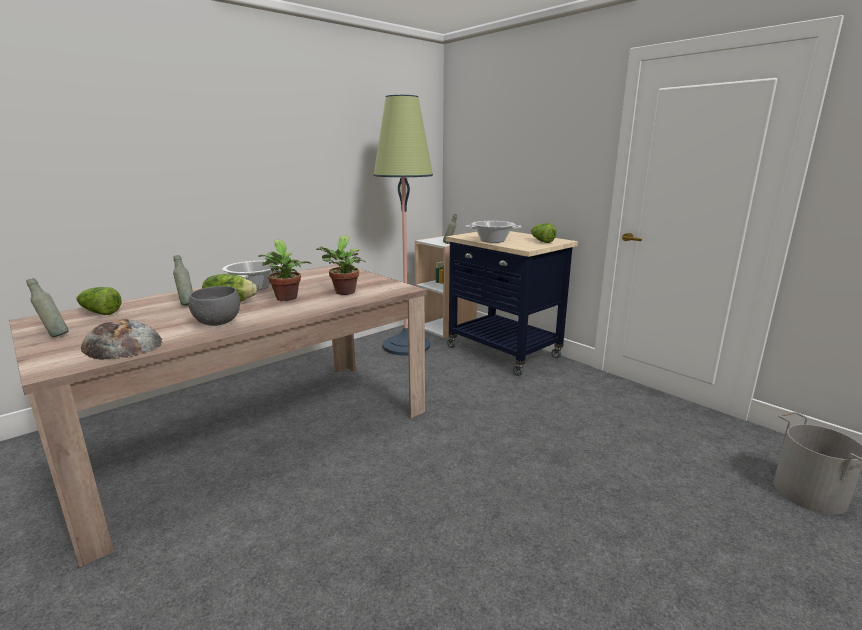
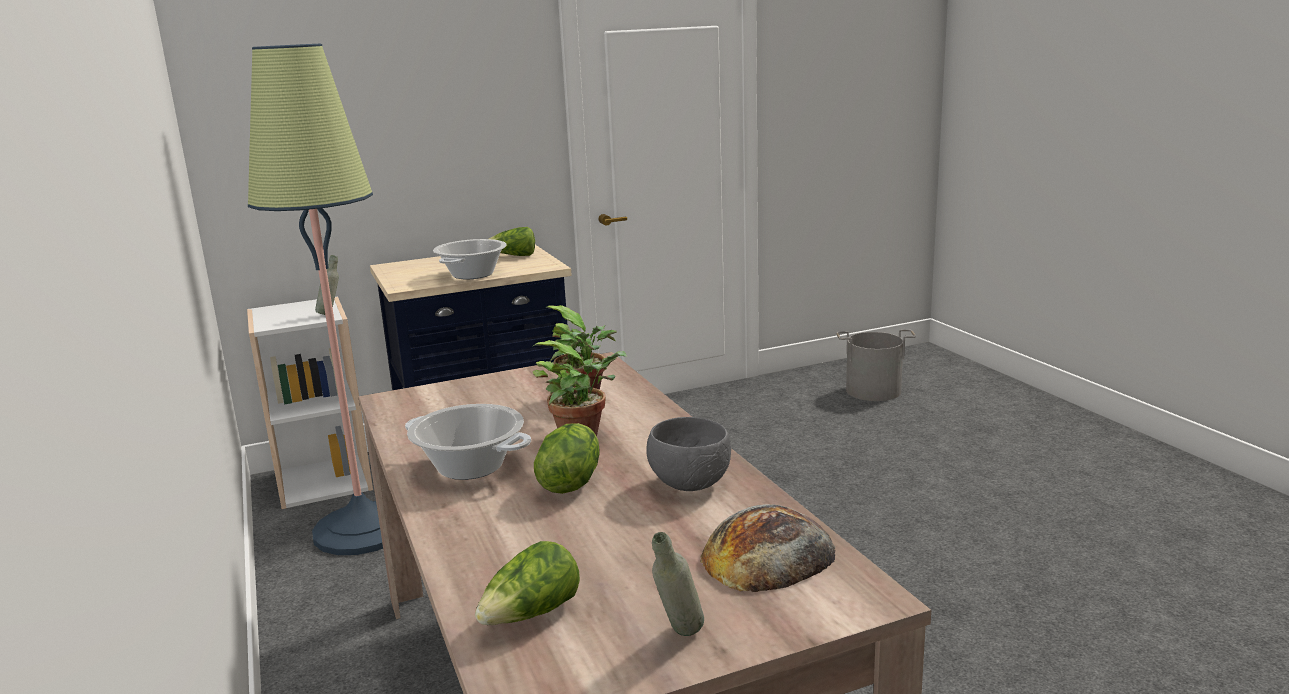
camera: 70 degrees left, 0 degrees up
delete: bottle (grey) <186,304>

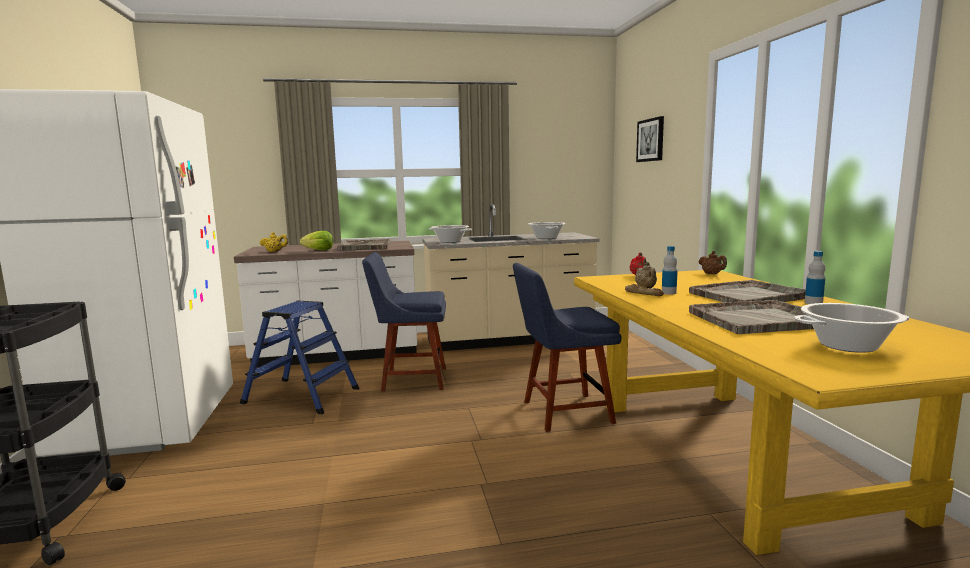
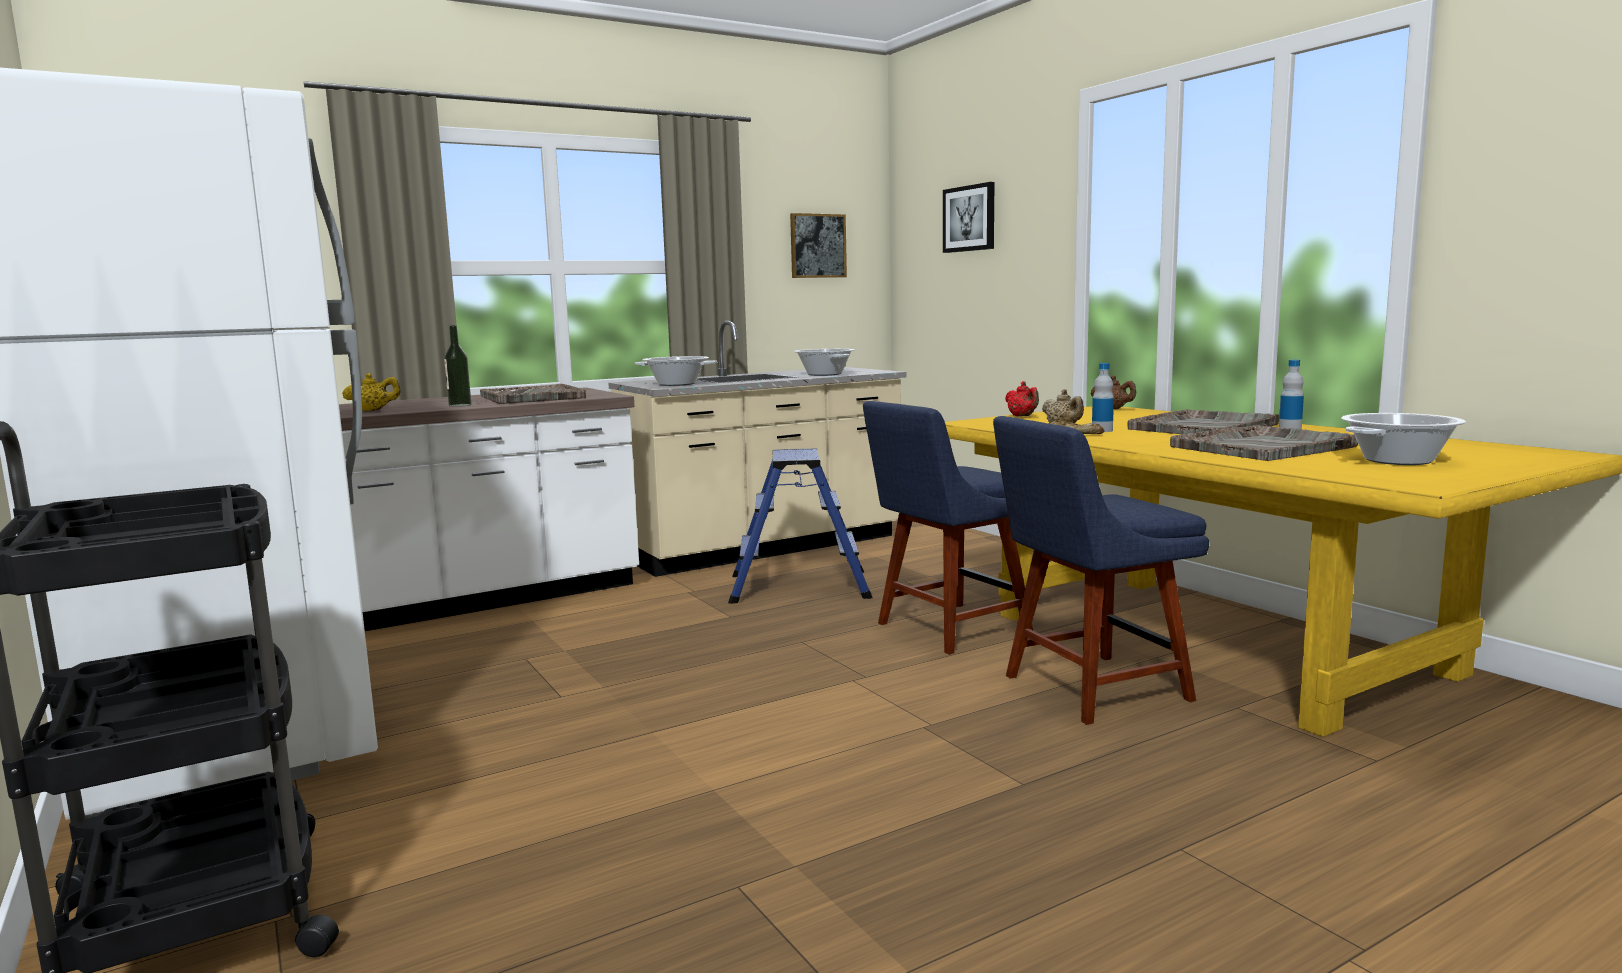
camera: 20 degrees left, 0 degrees up
insert: picture <817,246>
move: step ladder (blue) <301,395> to <799,586>; chair (blue) <410,379> to <1089,689>
replace: lettuce <319,250> to bottle <460,405>

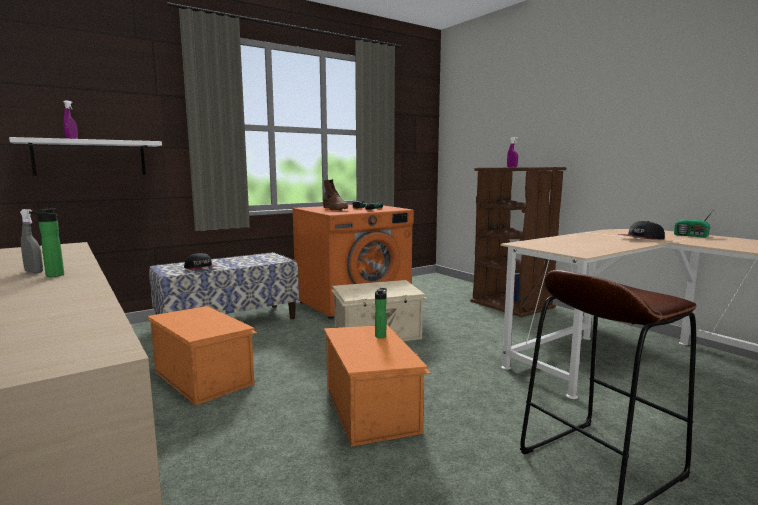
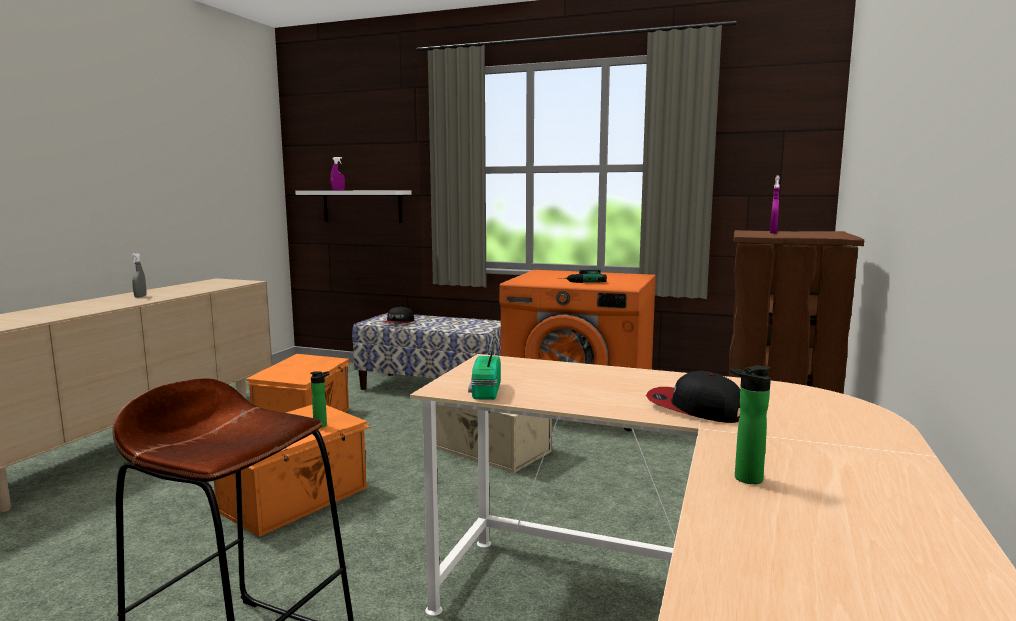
camera: 55 degrees right, 0 degrees up
delete: boot (brown) <335,209>
move: radio <692,236> to <485,391>; bottle <52,276> to <744,479>

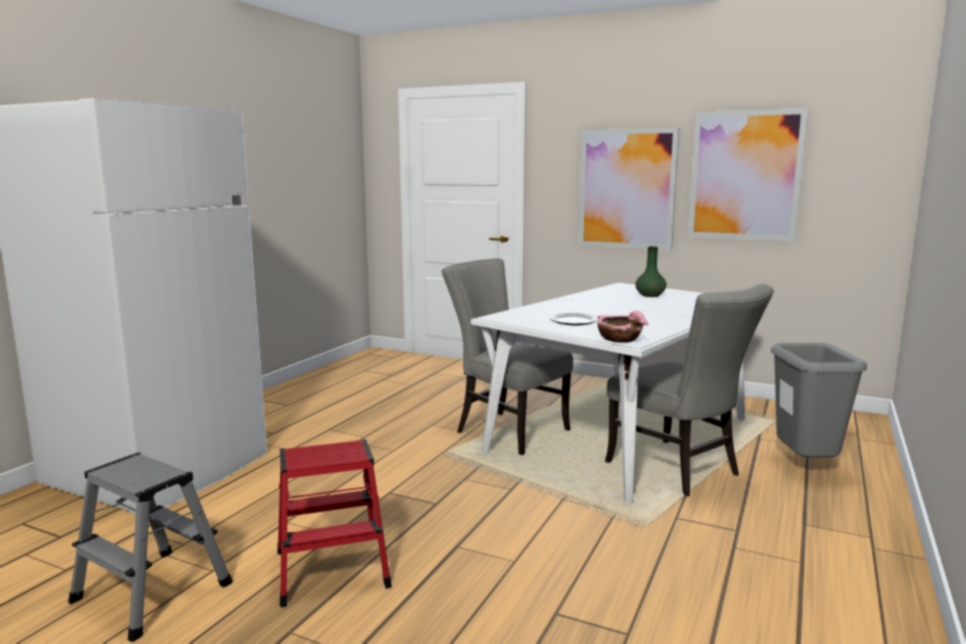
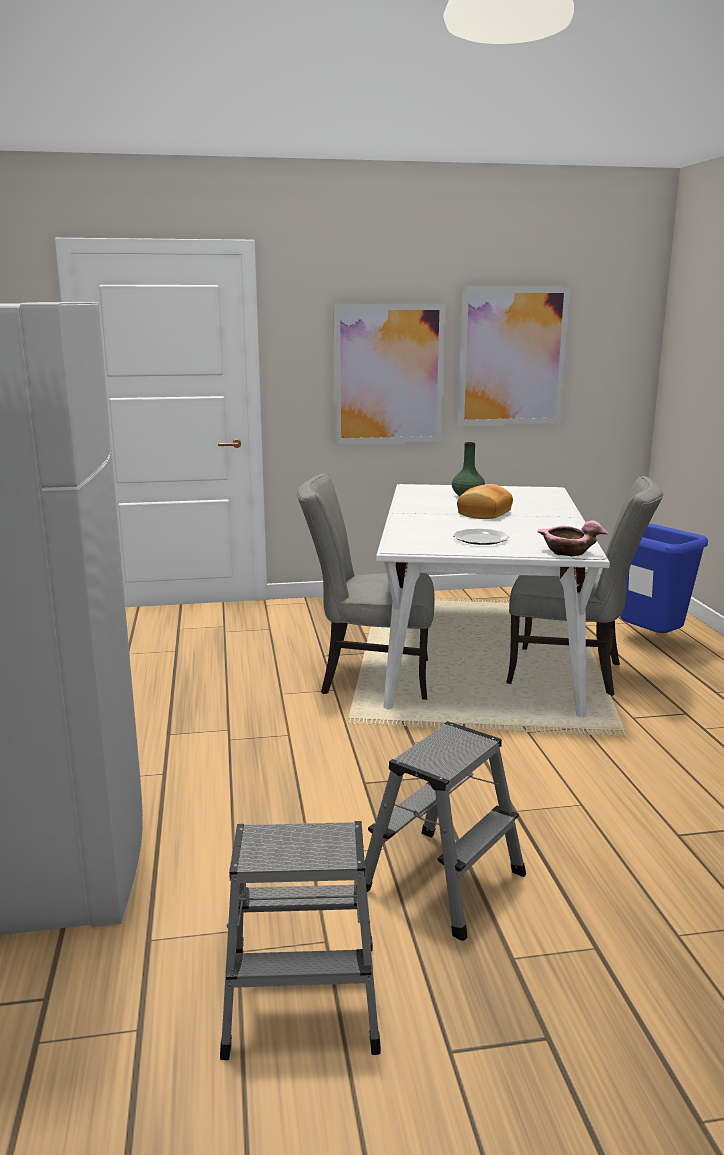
camera: 35 degrees left, 5 degrees up
insert: bread <483,513>
recolor: step ladder (red) <332,567> to step ladder (grey) <442,880>; trash can (grey) <805,466> to trash can (blue) <650,642>

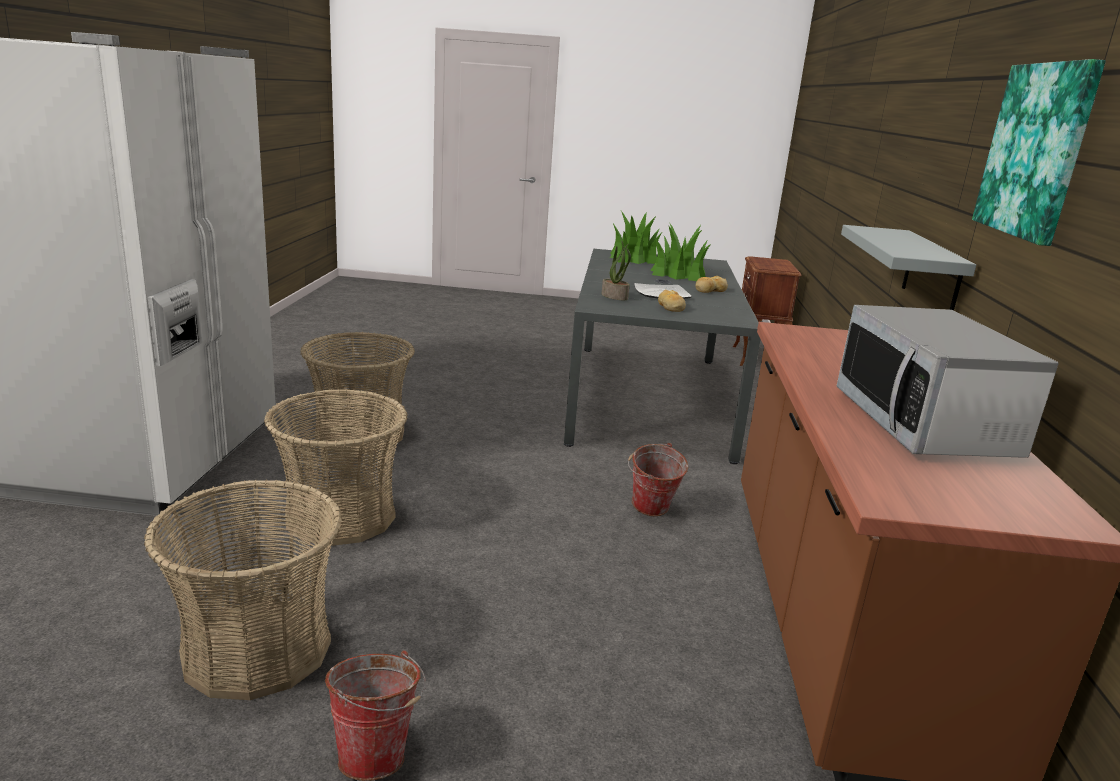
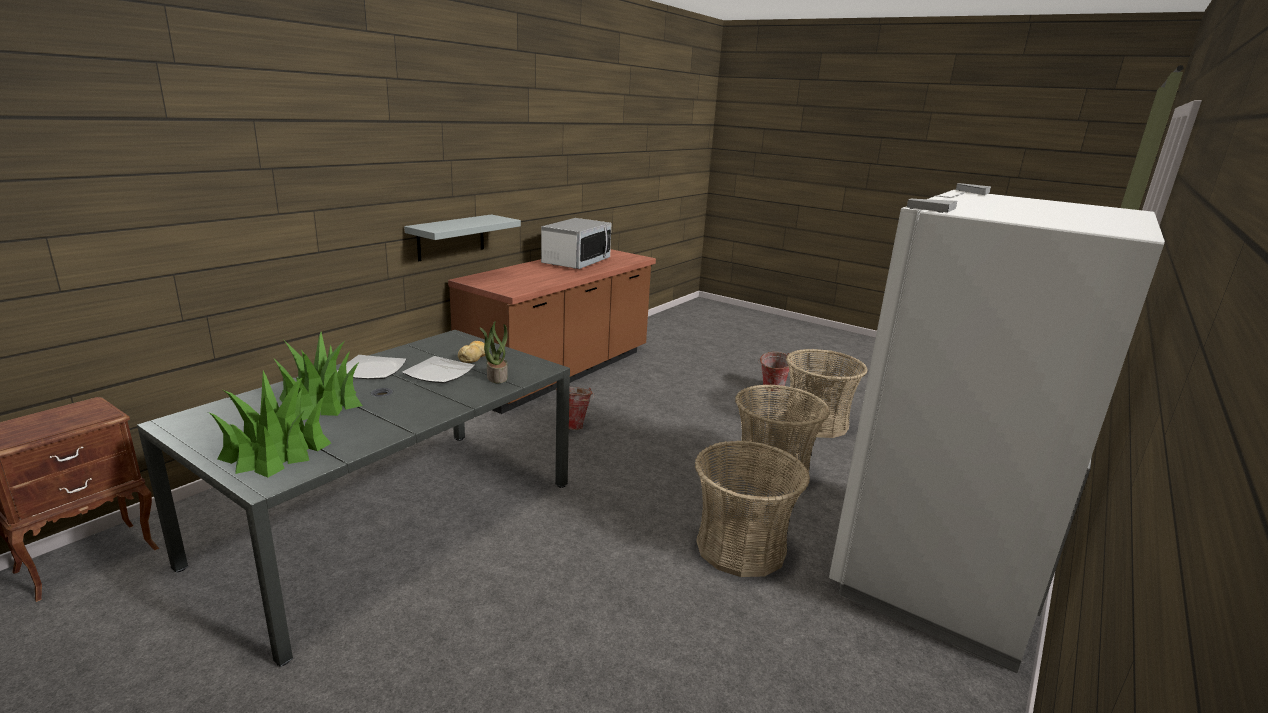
camera: 150 degrees left, 0 degrees up
delete: picture <1036,151>
replace: bread <709,290> to plate <371,370>

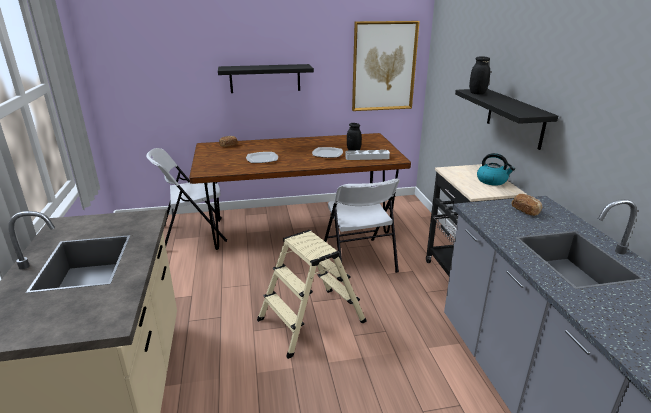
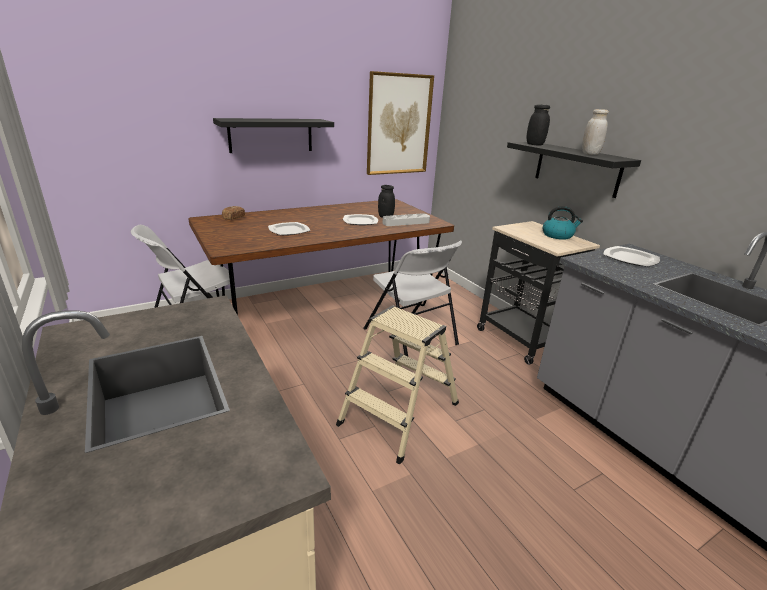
camera: 20 degrees left, 0 degrees up
insert: jar (white) <590,154>
replace: bread <526,211> to plate <631,258>

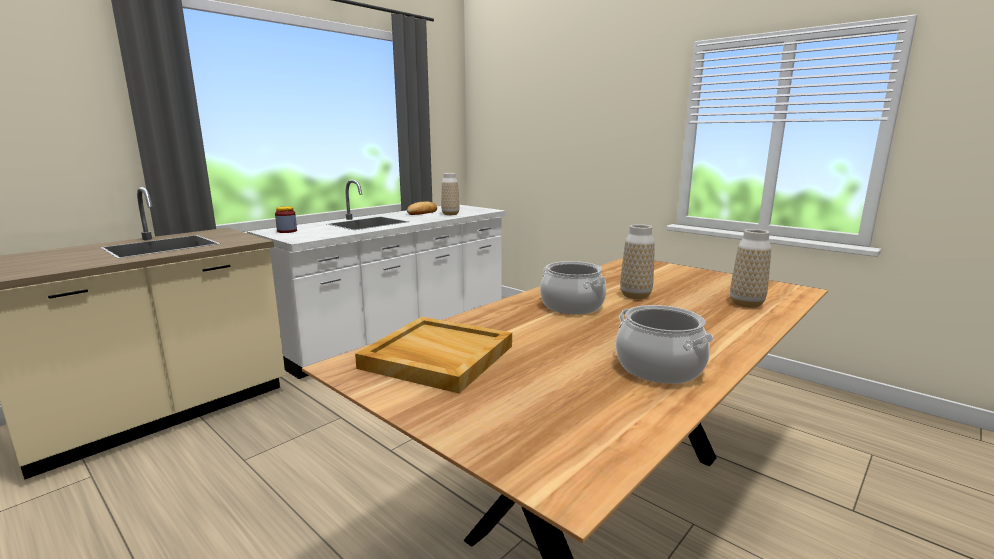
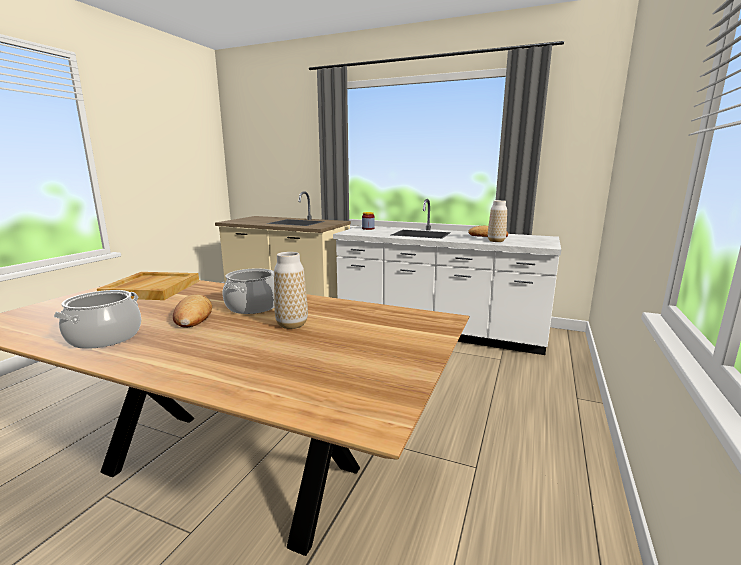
camera: 70 degrees right, 0 degrees up
delete: vase <746,304>
insert: bread <192,316>

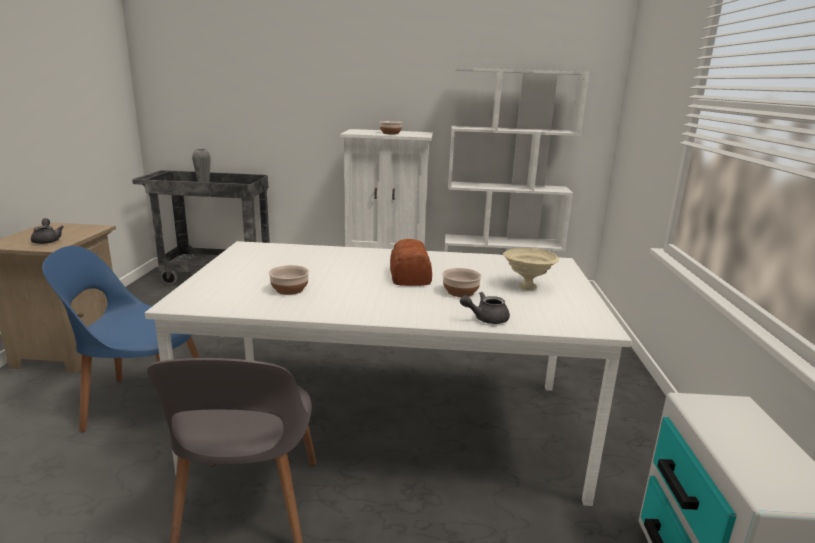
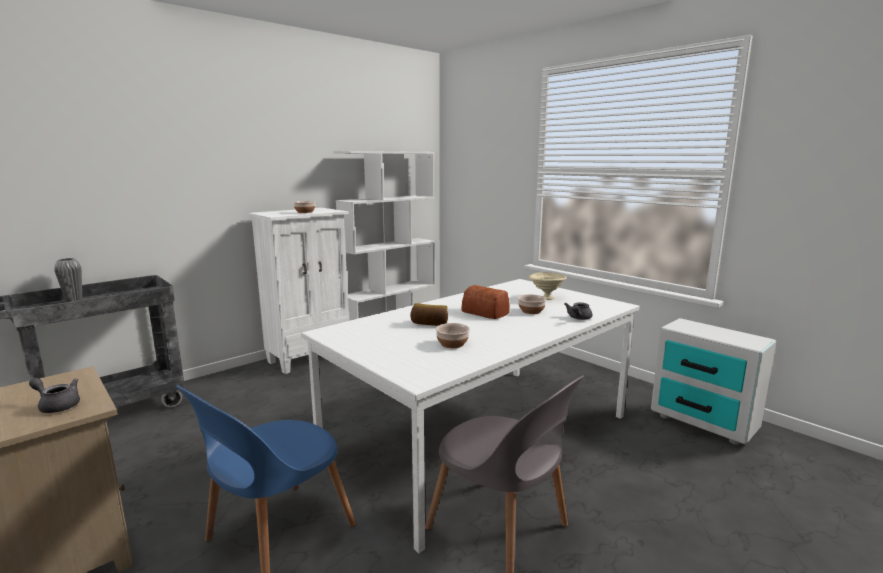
camera: 45 degrees left, 5 degrees down
insert: bread <429,324>

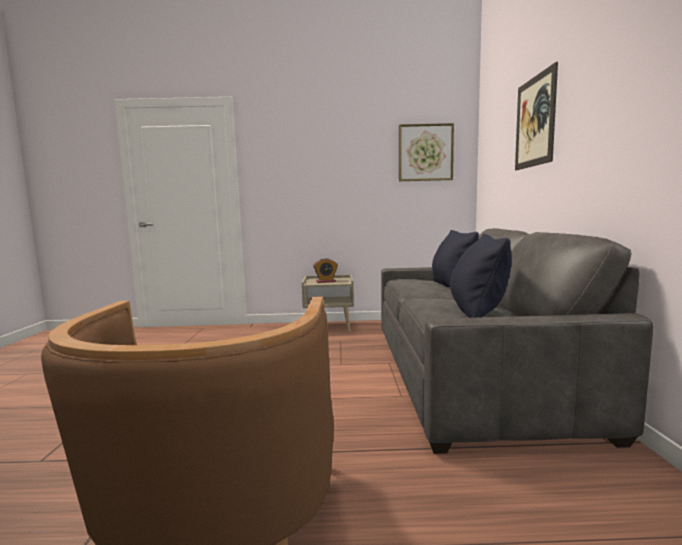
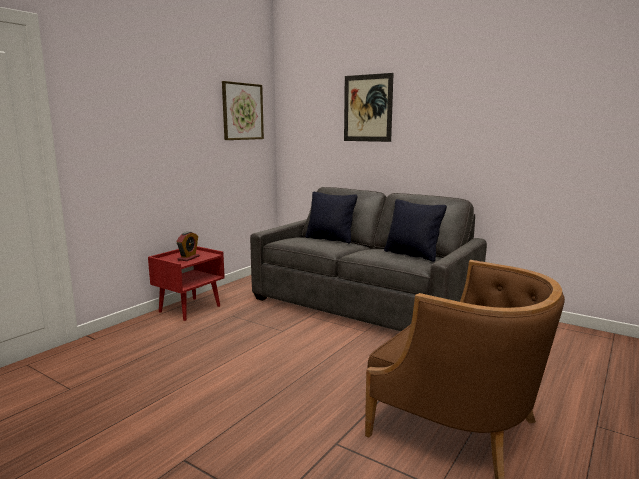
camera: 55 degrees left, 5 degrees up
recolor: nightstand (beige) <329,327> to nightstand (red) <190,308>

